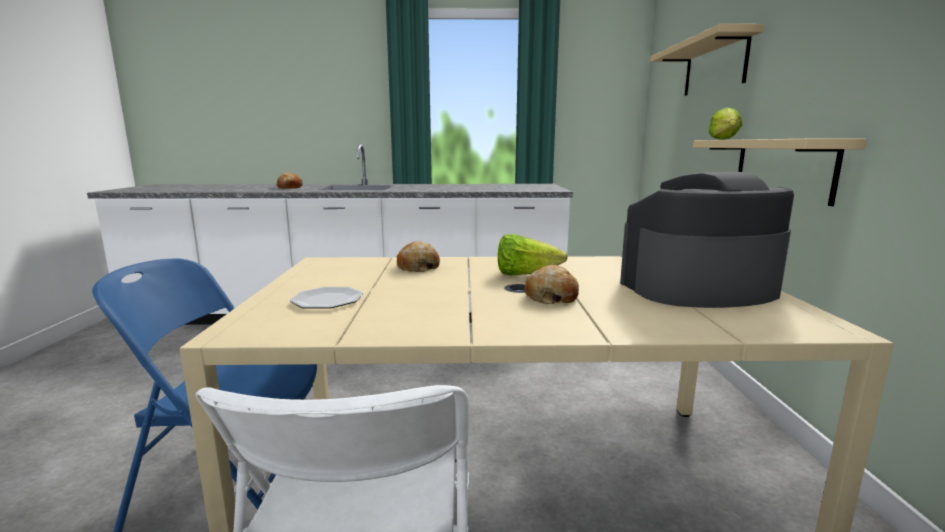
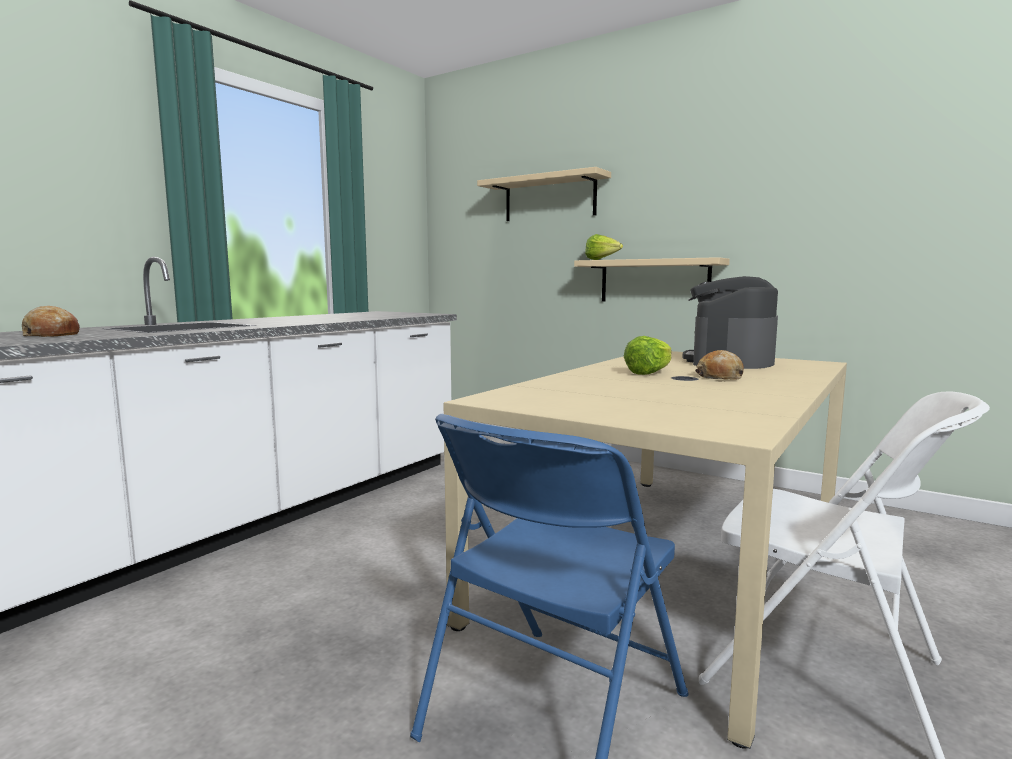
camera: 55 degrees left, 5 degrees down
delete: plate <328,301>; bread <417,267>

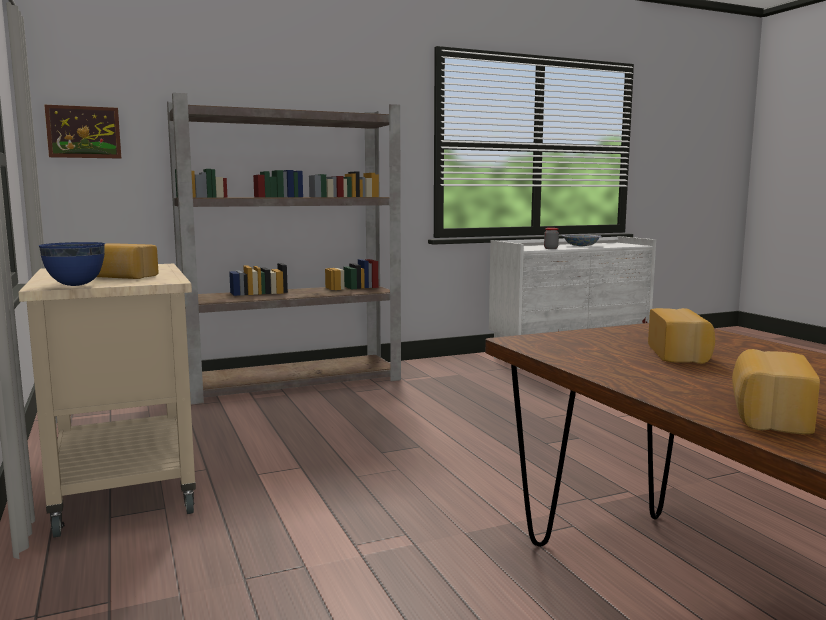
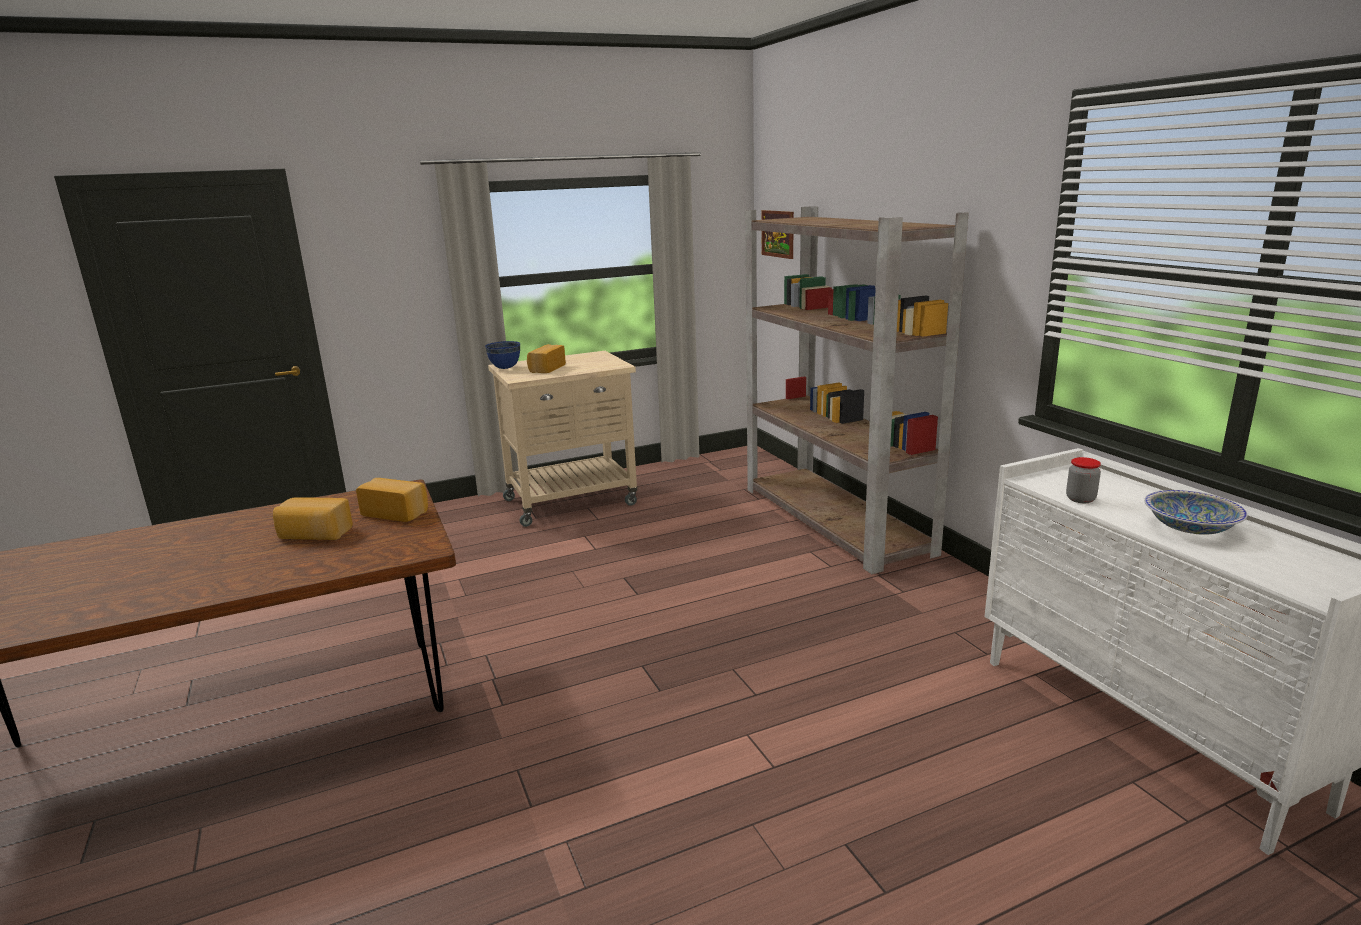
camera: 90 degrees right, 10 degrees up
move: bread <767,415> to <396,512>

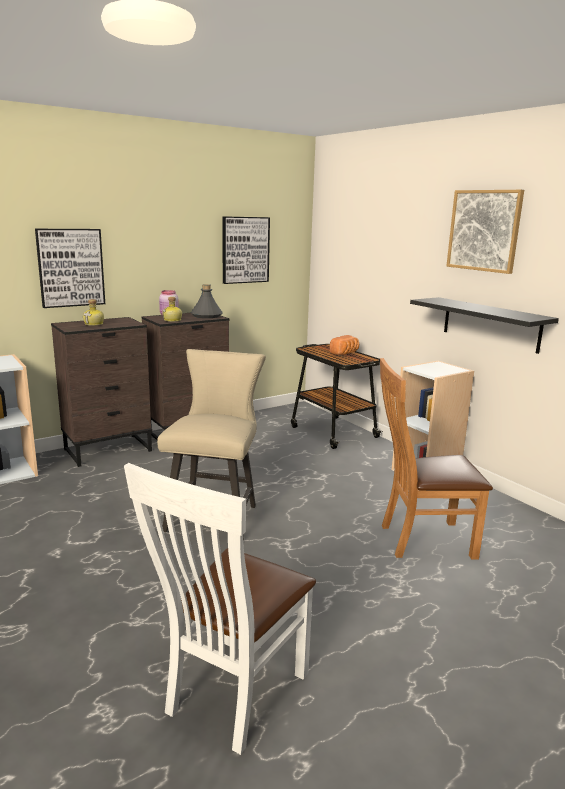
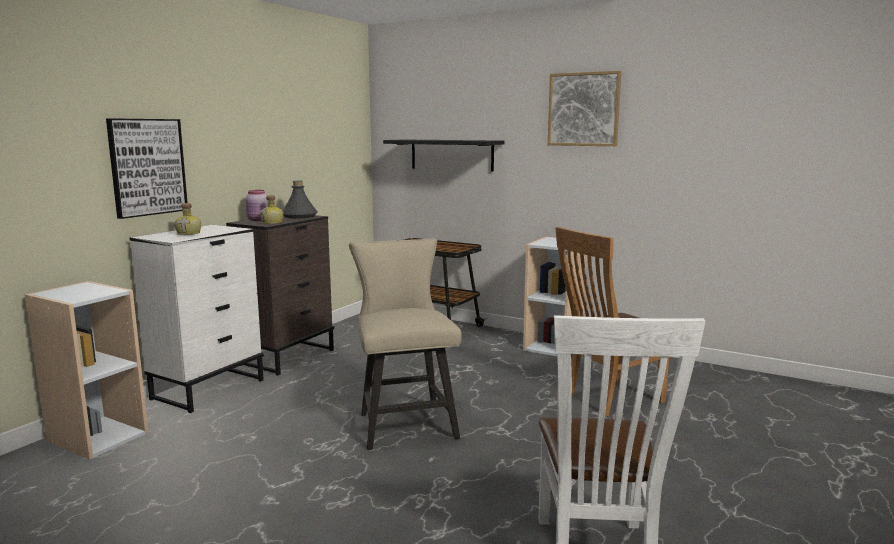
camera: 25 degrees left, 5 degrees down
delete: picture <245,250>; bread <345,353>
move: shelf (black) <490,324> to <451,155>
recolor: dresser (brown) <108,450> to dresser (white) <209,389>

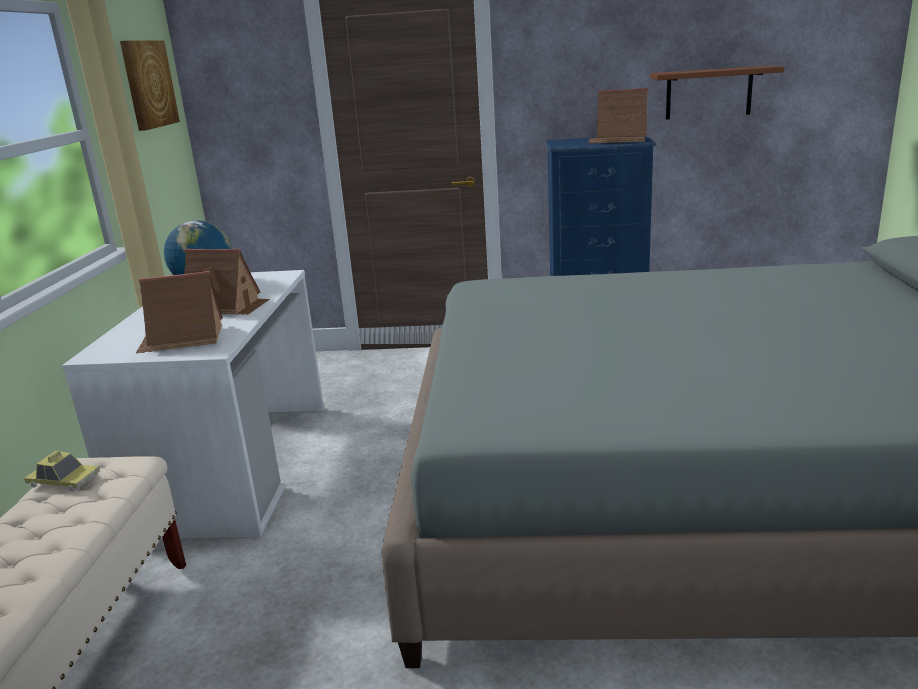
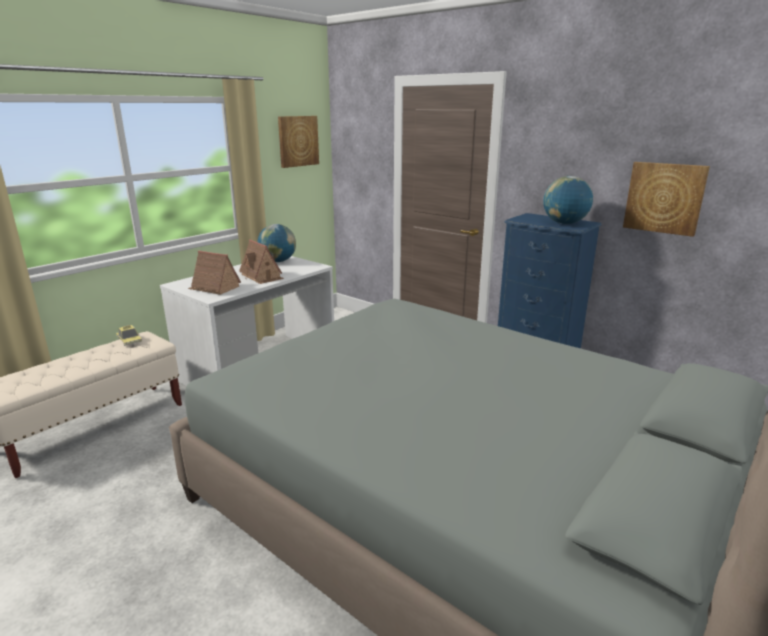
camera: 35 degrees right, 0 degrees up
replace: toy house <618,140> to globe <564,223>; shelf (brown) <708,93> to picture <664,198>

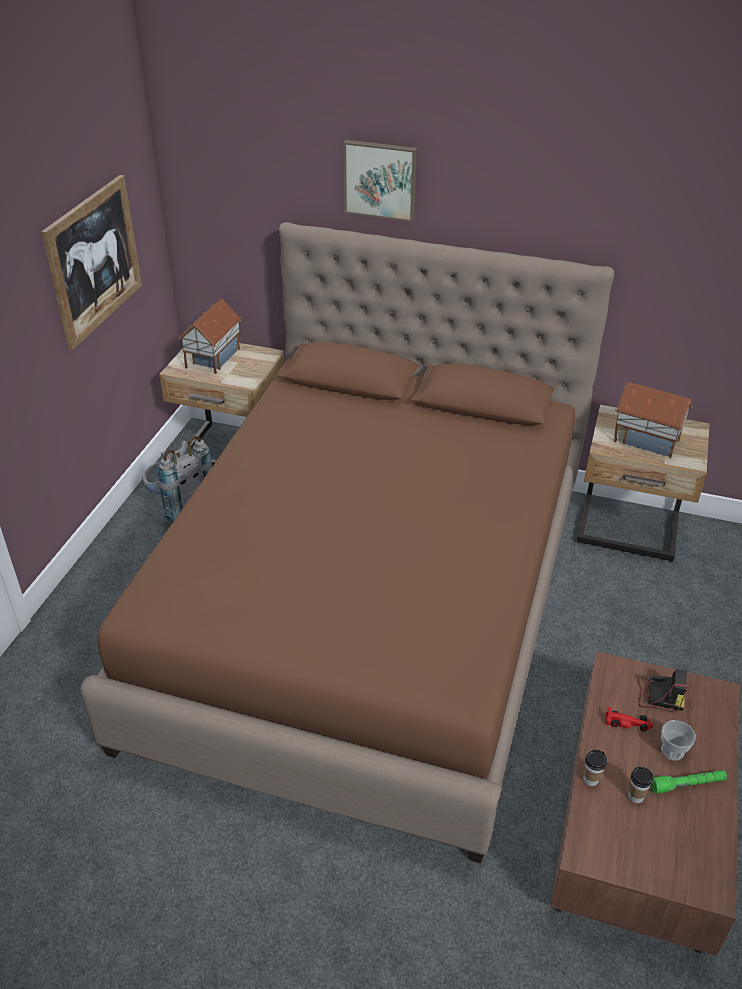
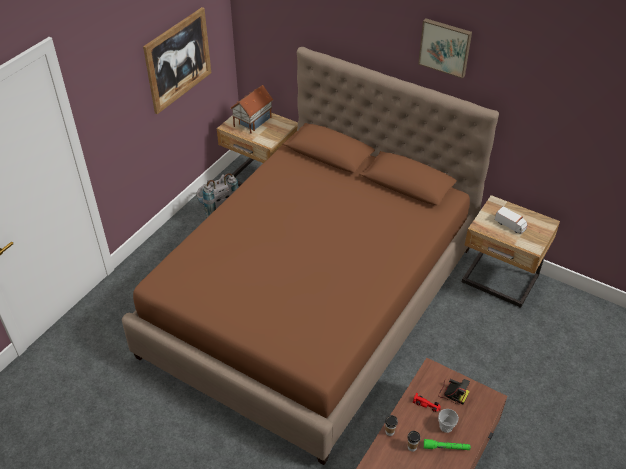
camera: 15 degrees right, 5 degrees up
move: picture <380,179> to <445,47>
replace: toy house <646,439> to toy truck <510,225>

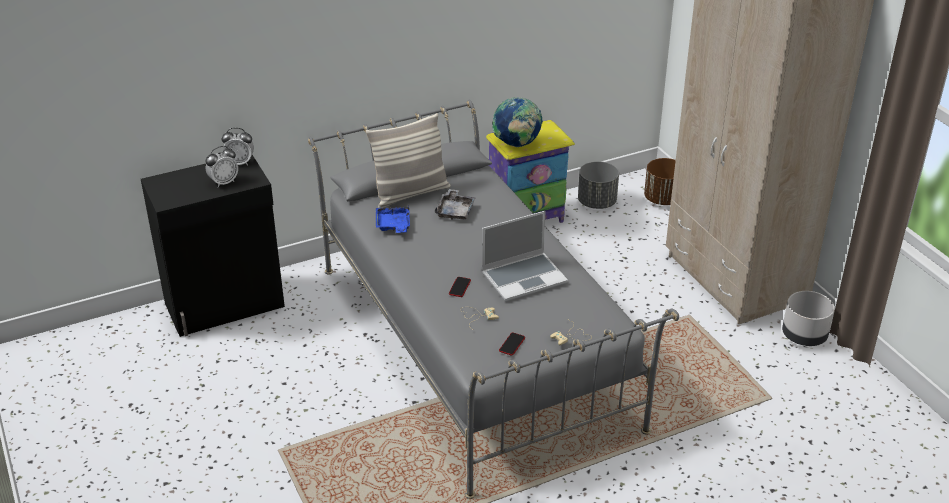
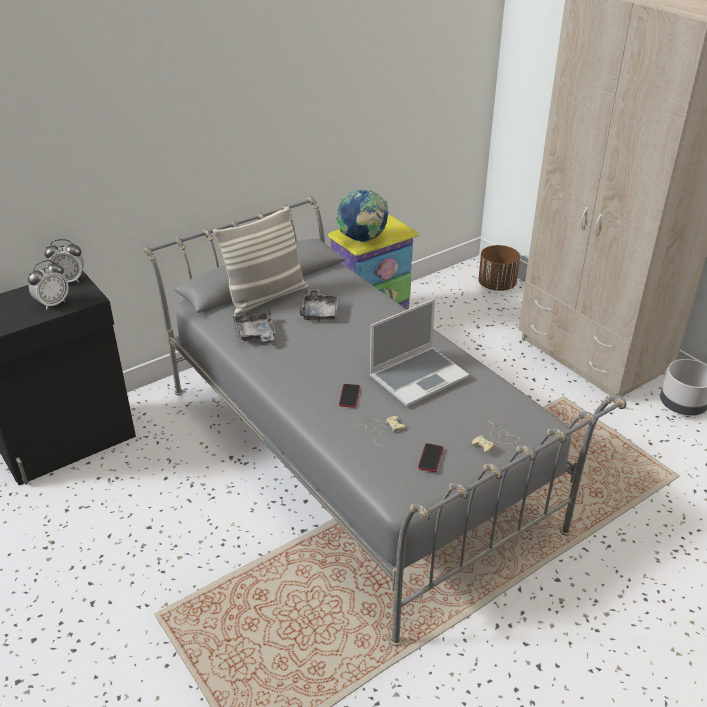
camera: 10 degrees left, 0 degrees up
delete: planter (grey) <597,202>
recolor: tray (blue) <393,225> to tray (grey) <255,334>

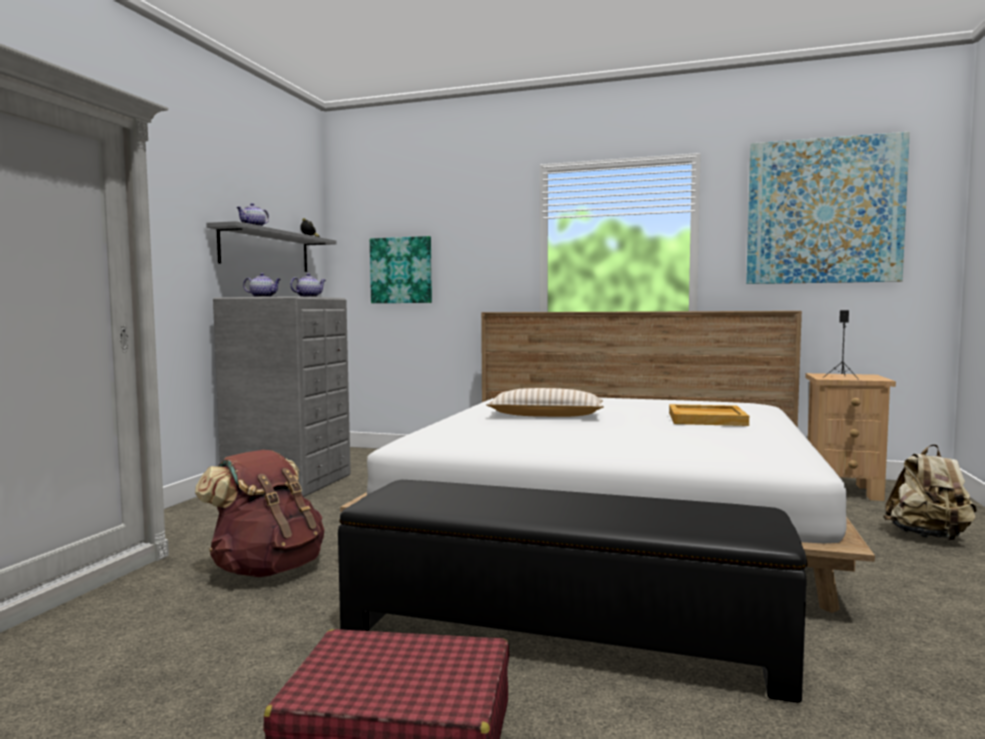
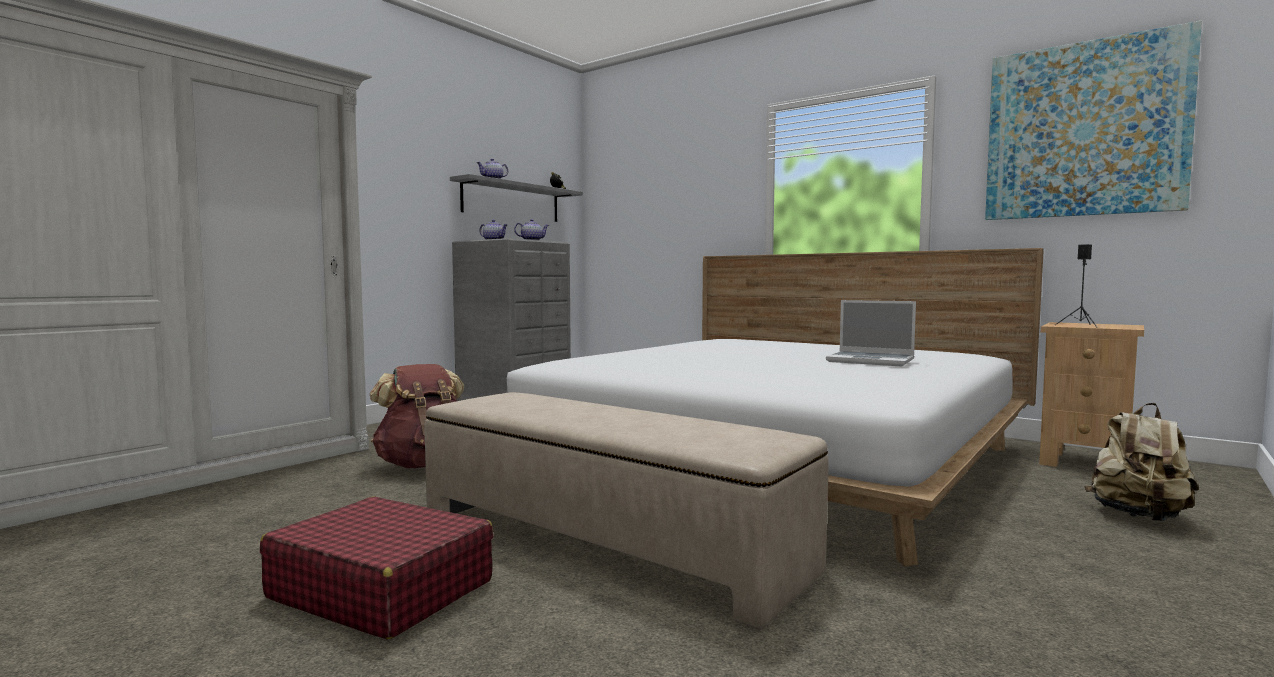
camera: 20 degrees right, 0 degrees up
delete: picture <401,270>; pillow (beige) <545,416>
replace: tray (beige) <707,419> to laptop <871,361>
recolor: bench (black) <563,631> to bench (beige) <607,540>

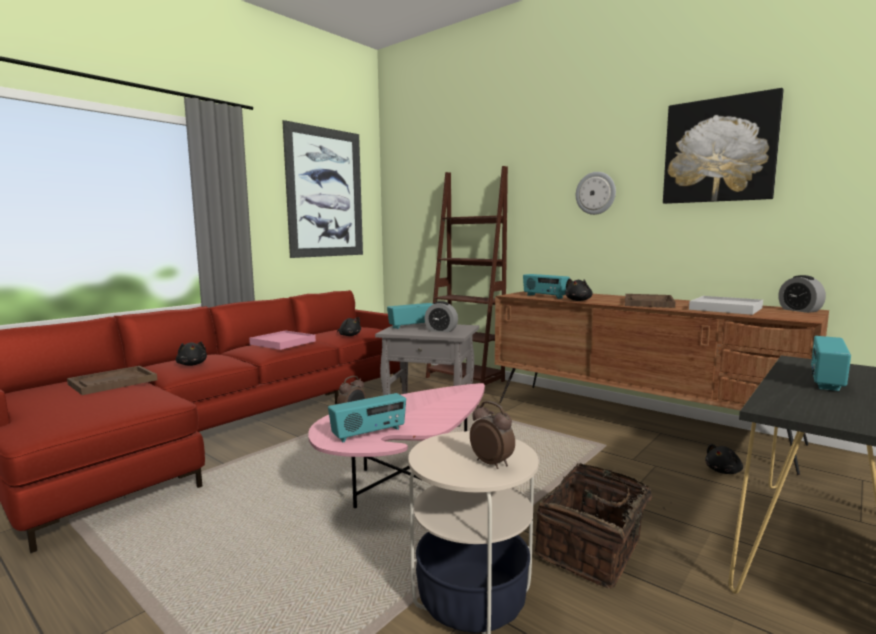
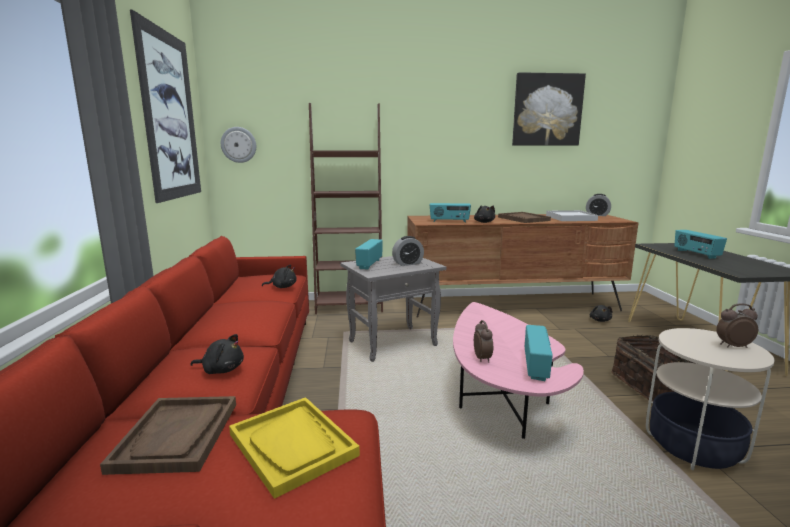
camera: 45 degrees left, 5 degrees up
delete: tray (pink) <283,343>
insert: tray (yellow) <293,445>
move: wall clock <595,193> to <238,145>

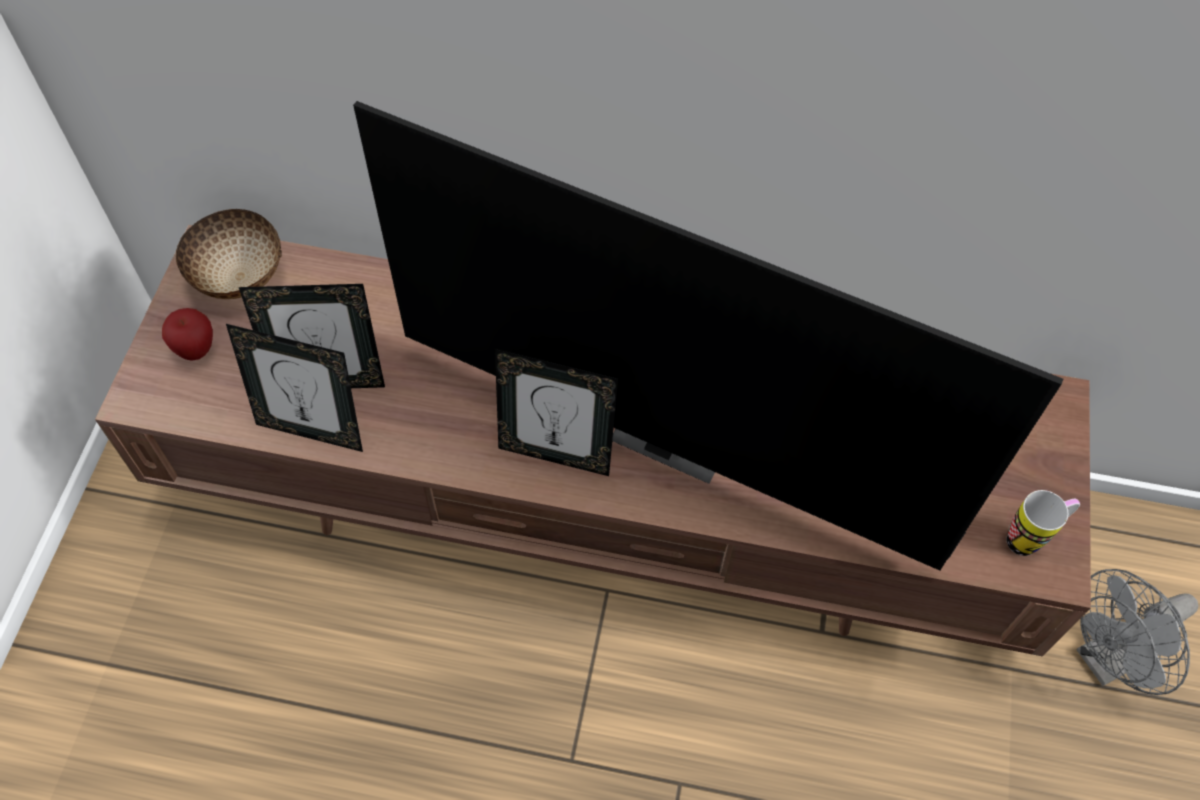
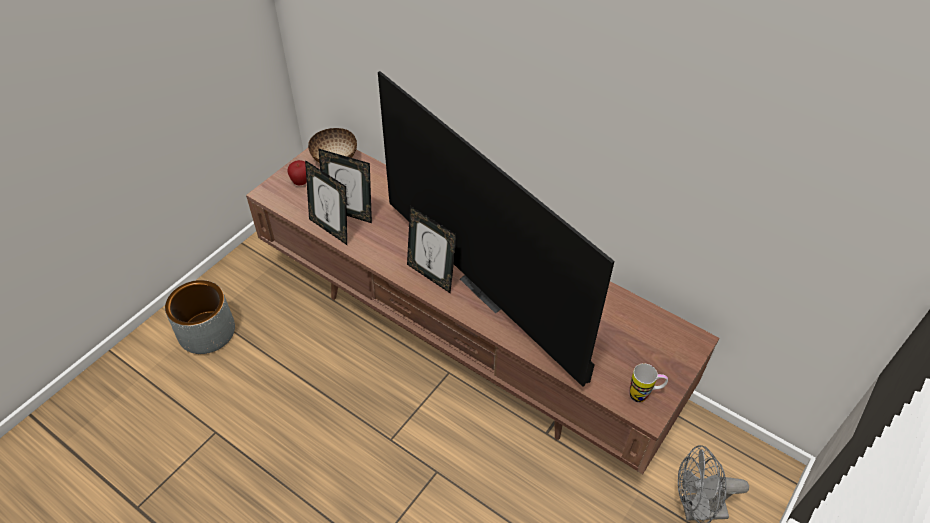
camera: 25 degrees right, 10 degrees down
insert: planter (grey) <207,332>

